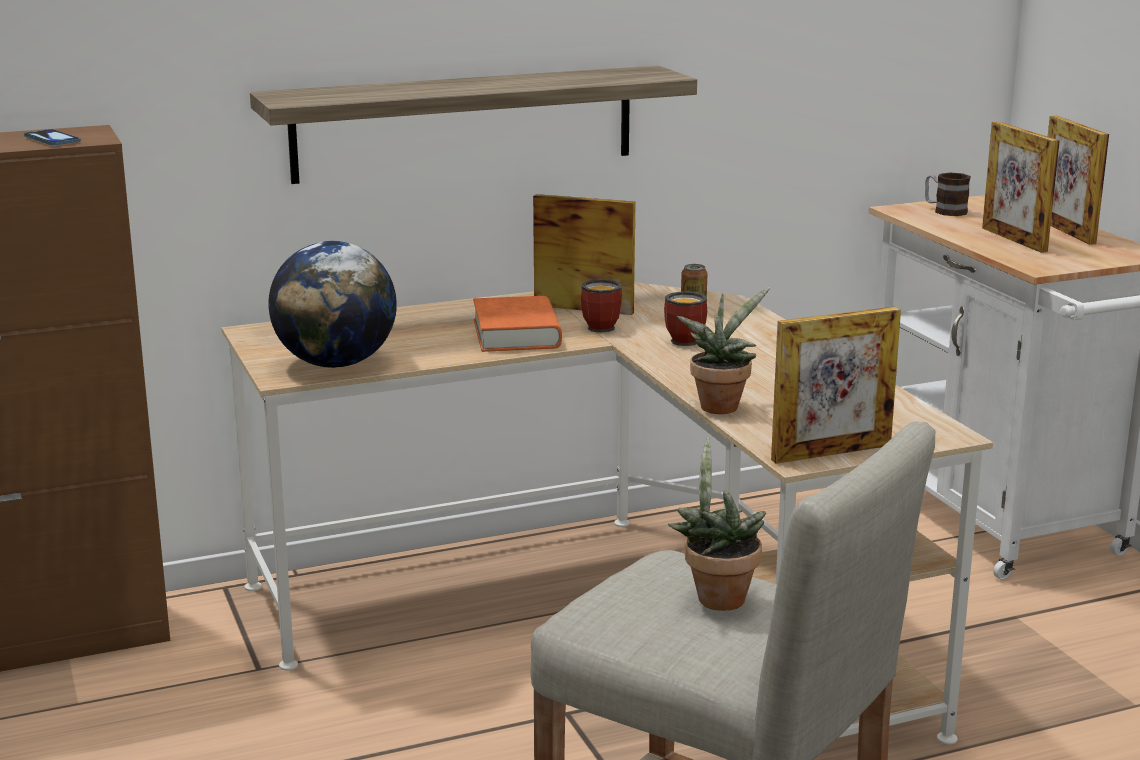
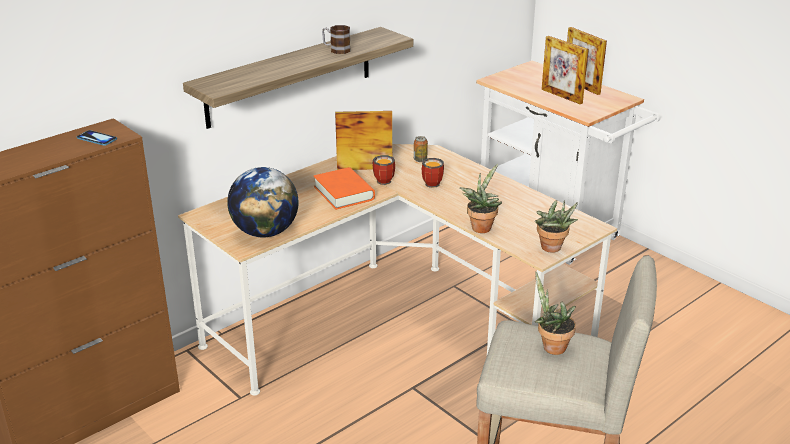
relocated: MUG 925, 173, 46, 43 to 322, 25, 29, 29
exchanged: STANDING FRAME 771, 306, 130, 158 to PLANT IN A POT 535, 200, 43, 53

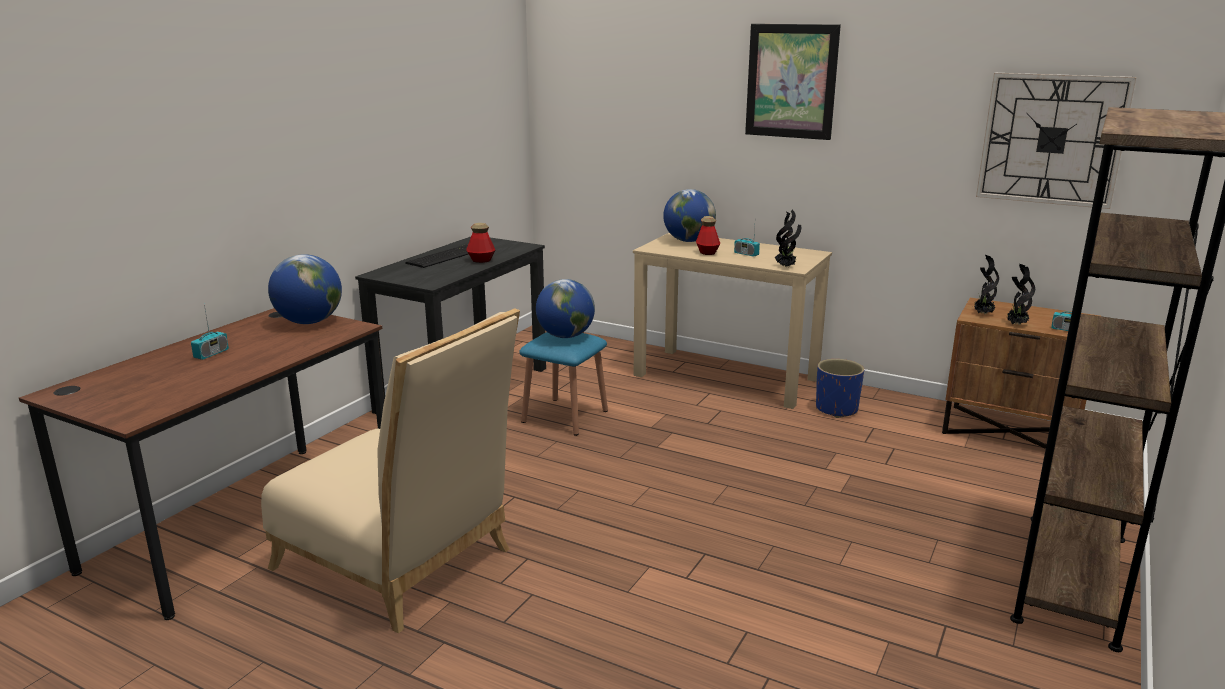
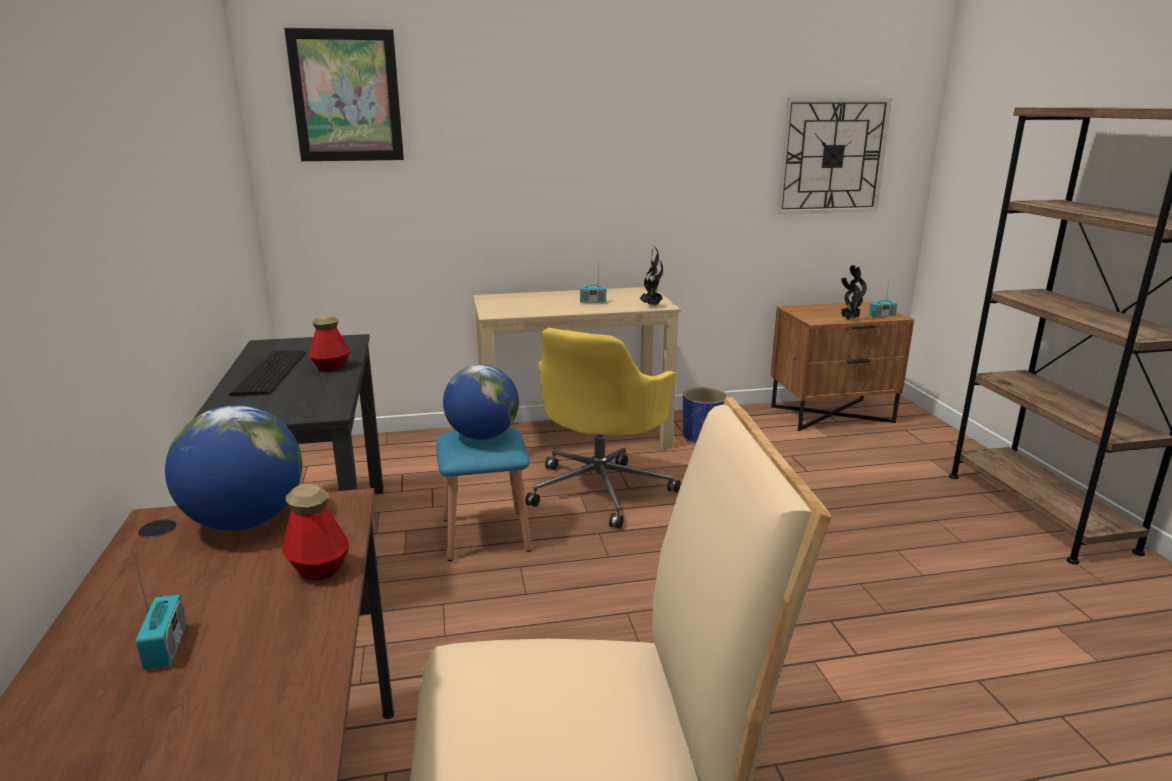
missing: WORLD GLOBE 663, 189, 53, 53; PLANT IN A POT 973, 255, 26, 59
appeared: YELLOW-COLOURED COMPUTER CHAIR 525, 328, 155, 201
relocated: BOTTLE 696, 216, 24, 39 to 282, 484, 67, 96; PICTURE 745, 24, 96, 116 to 284, 28, 120, 133

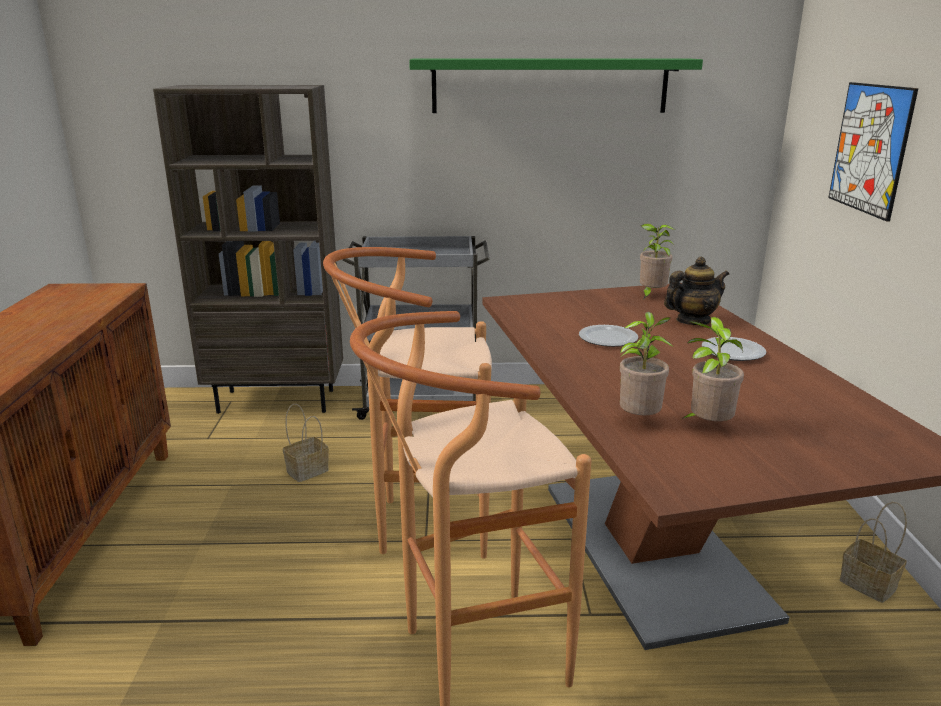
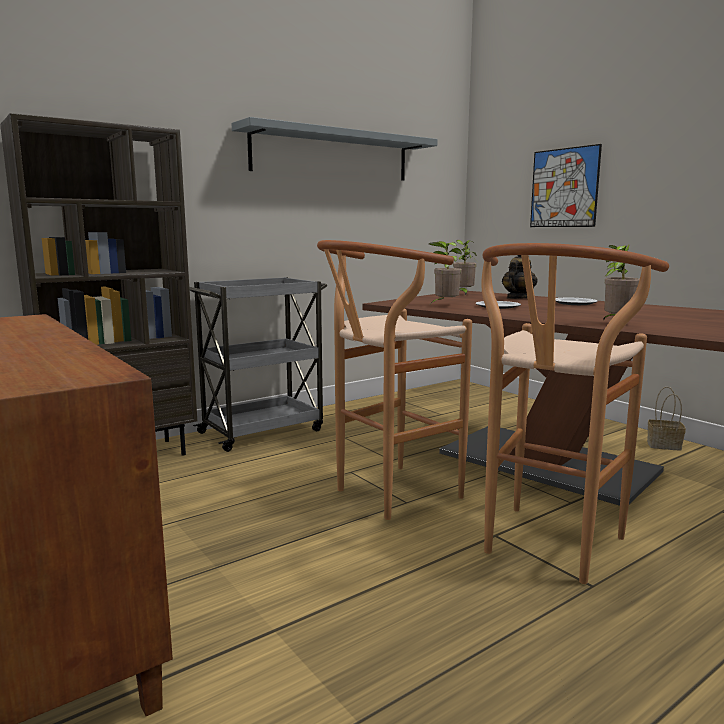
missing: STORAGE BASKET 283, 404, 46, 78
relocated: PLANT IN A POT 682, 317, 62, 104 to 429, 241, 33, 62
colour: GREENISH BRACKET SHELF 409, 58, 294, 55 to GRAY BRACKET SHELF 232, 117, 206, 64

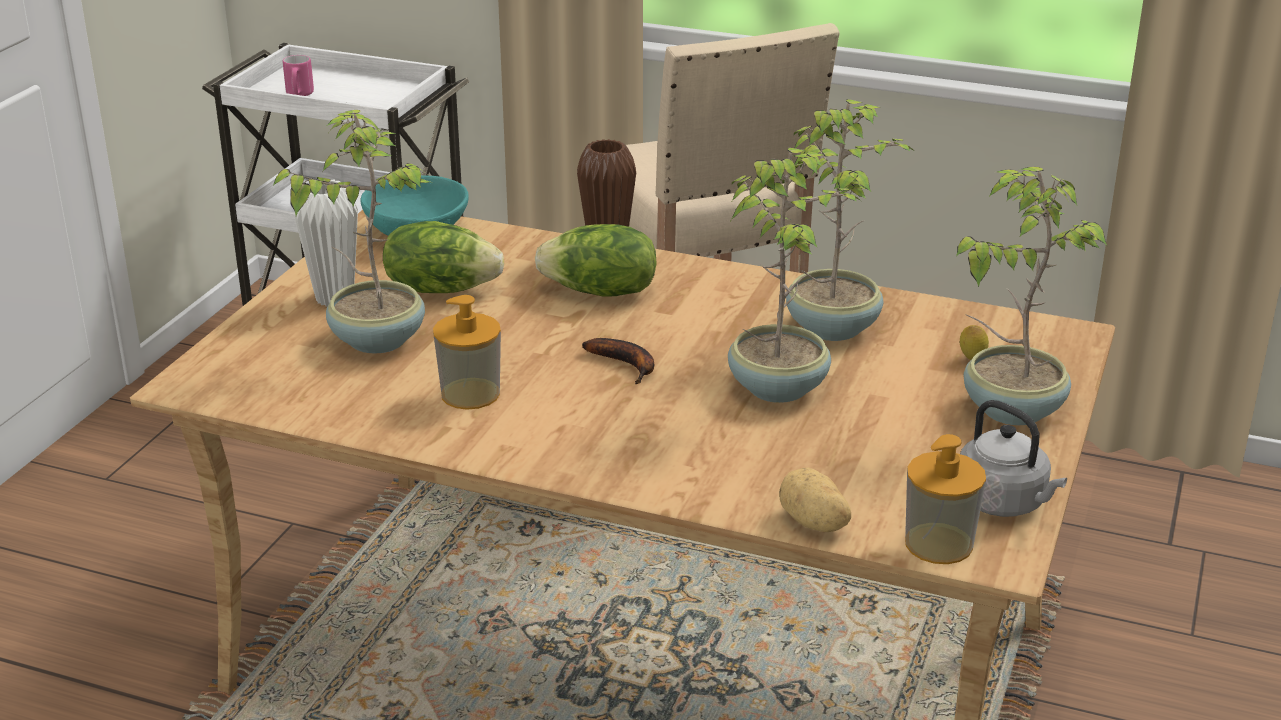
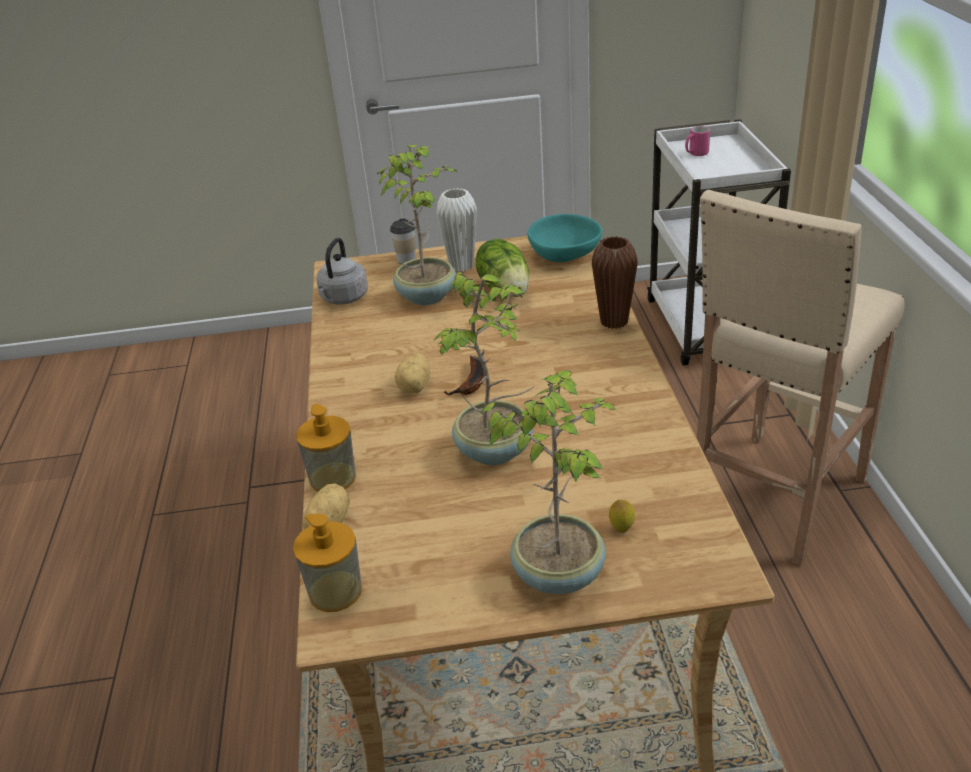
missing: LETTUCE HEAD 535, 224, 122, 73; PLANT IN A POT 786, 99, 128, 242
appeared: SMALL CUP 390, 219, 26, 45; POTATO 395, 352, 35, 41
relocated: SOAP BOTTLE 433, 295, 68, 115 to 296, 404, 60, 88; GRAY TEA KETTLE 960, 400, 107, 117 to 316, 238, 52, 66

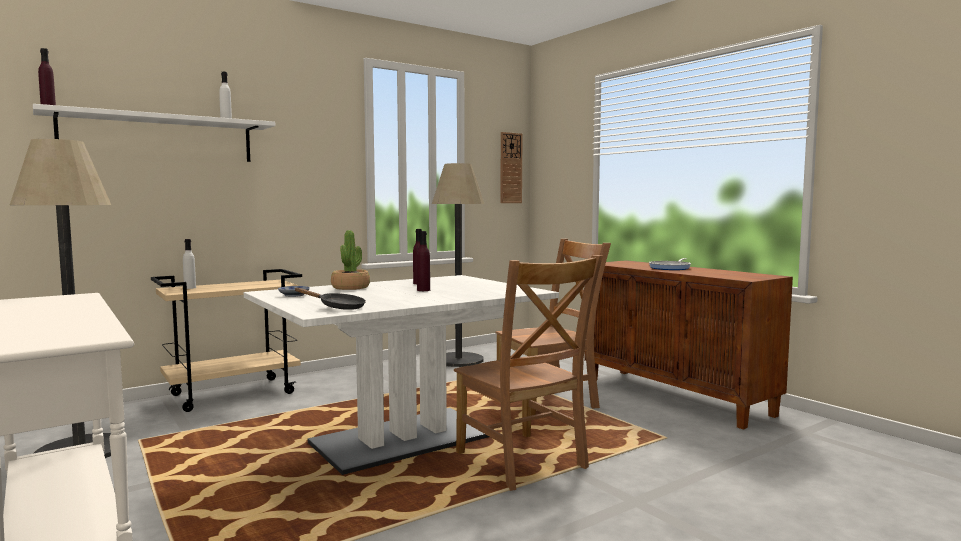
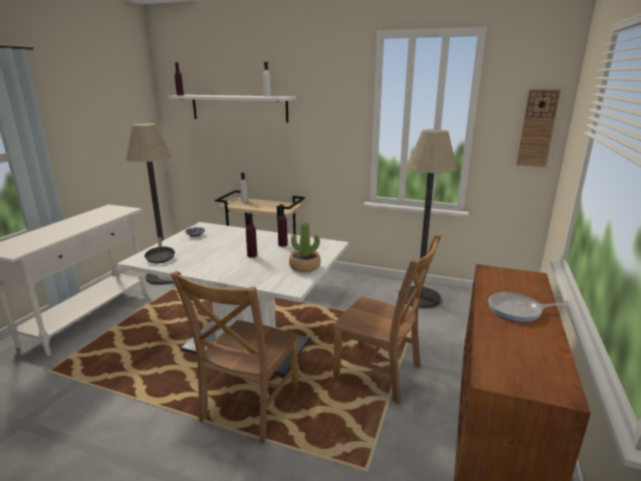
relocated: PLANT IN A POT 331, 230, 39, 60 to 289, 222, 32, 50

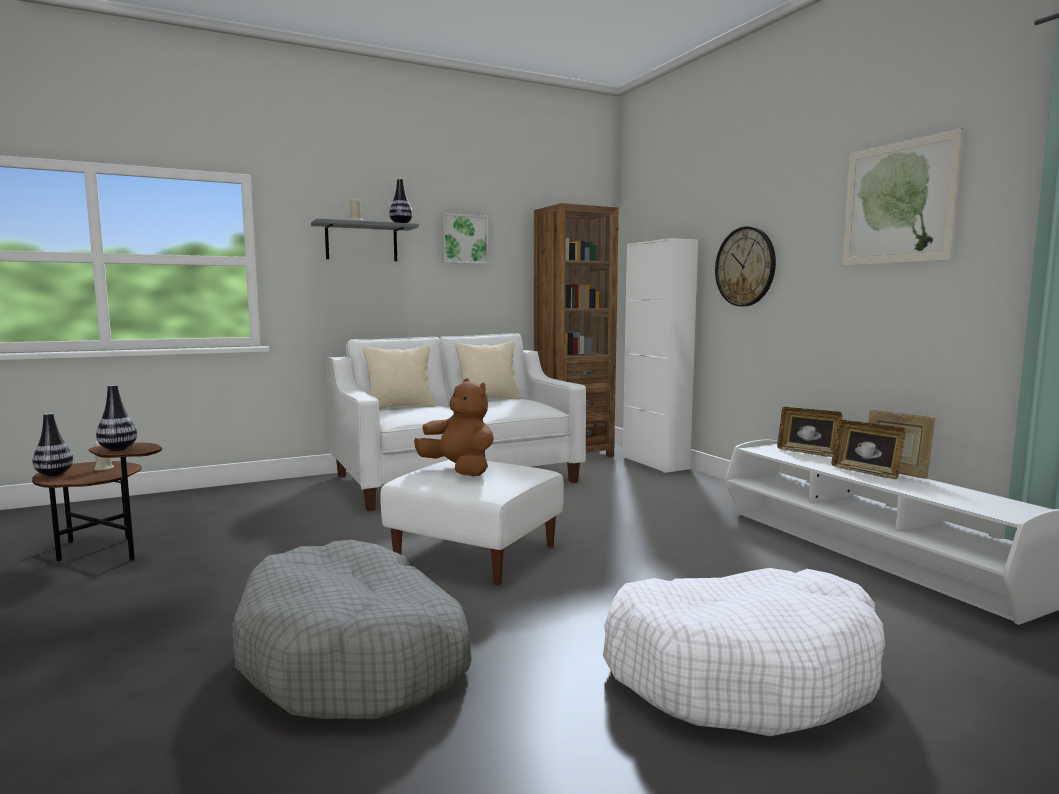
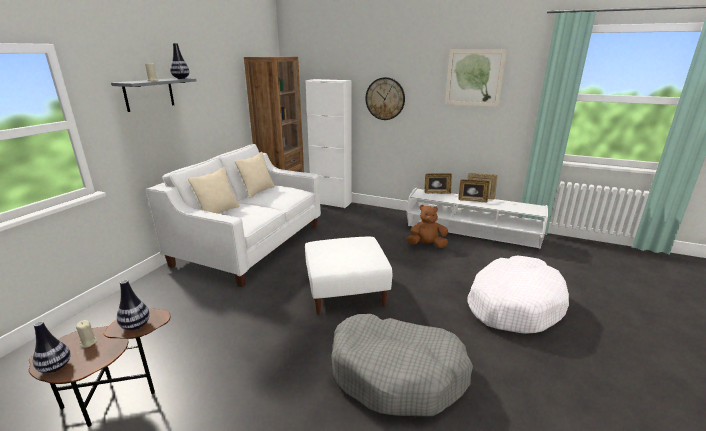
missing: PICTURE 441, 213, 48, 51
relocated: BROWN SOFT TOY 414, 378, 80, 98 to 406, 205, 42, 43

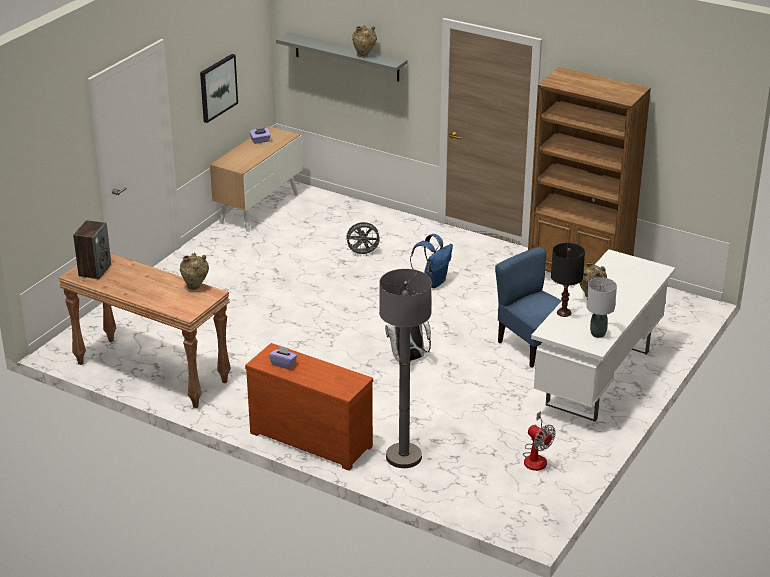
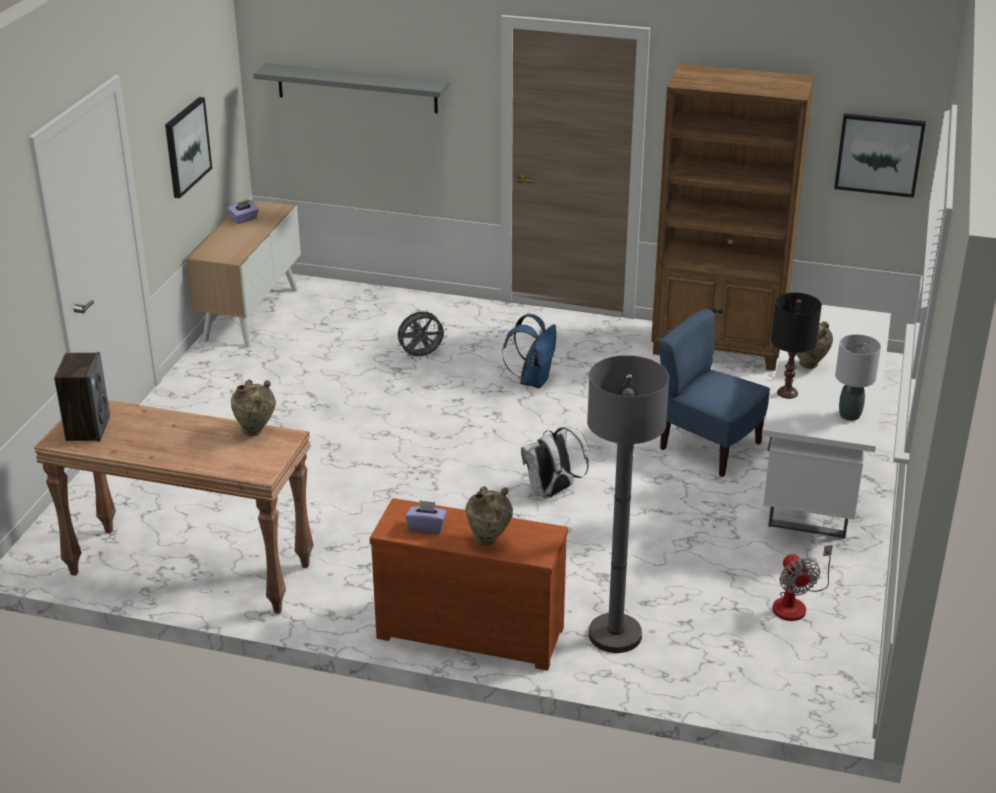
appeared: PICTURE 834, 113, 92, 85
relocated: BEIGE DECORATIVE VASE 352, 25, 25, 32 to 466, 486, 47, 60
spun: FAN 523, 411, 33, 60 = 773, 545, 60, 76 45 degrees clockwise

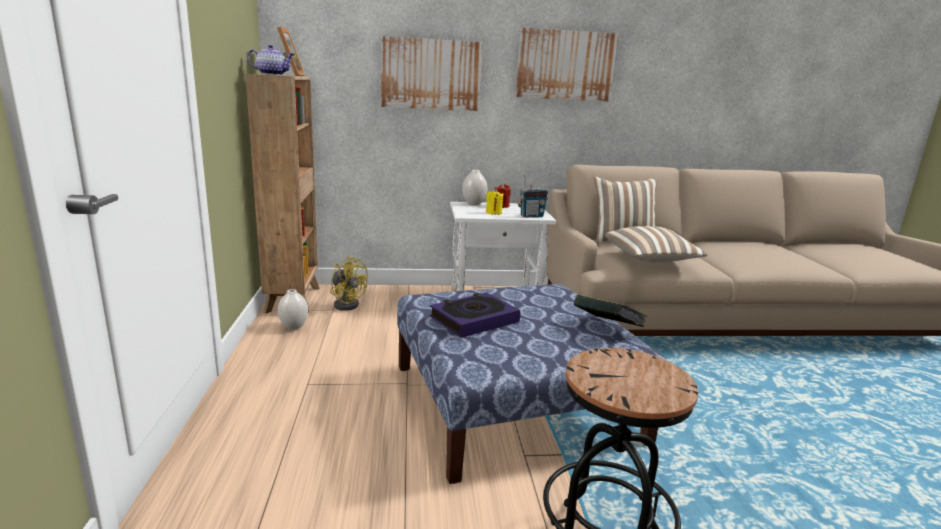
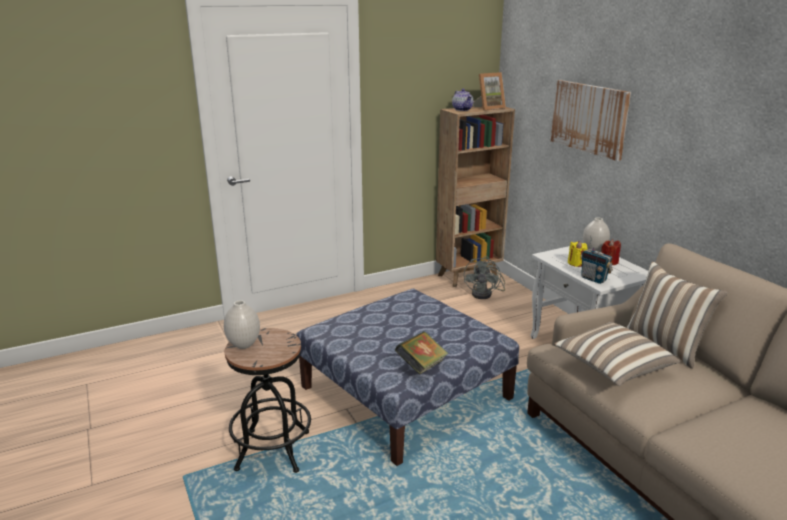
missing: BOUND BOOK 430, 293, 90, 45; PICTURE 516, 27, 102, 75
relocated: WHITE DECORATIVE VASE 278, 289, 30, 41 to 224, 300, 36, 49
colour: YELLOW-COLOURED FAN 330, 256, 38, 55 to GRAY FAN 464, 256, 41, 43

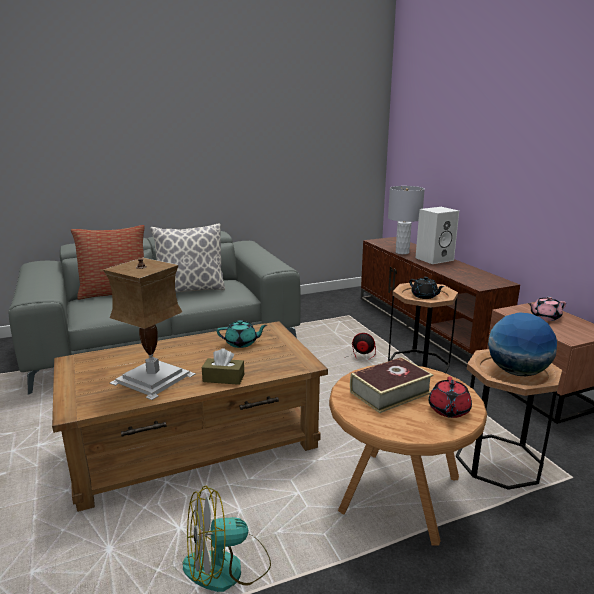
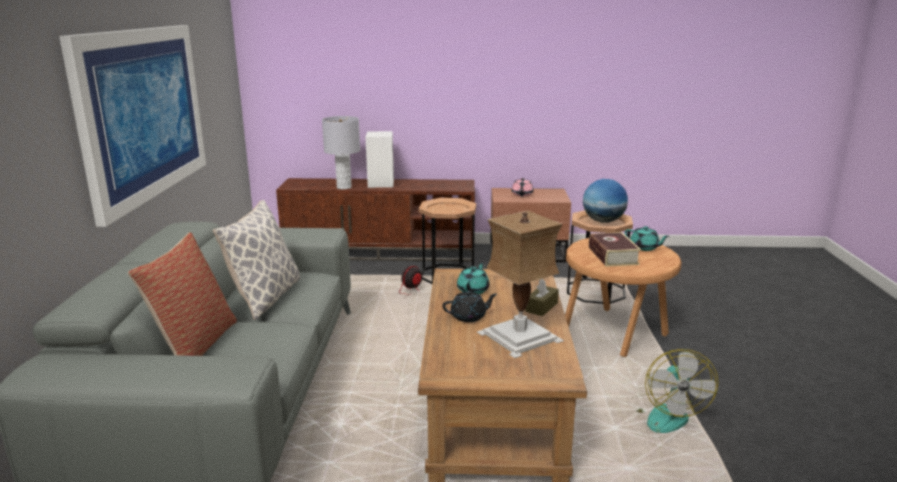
appeared: PICTURE 59, 25, 147, 202
relocated: BLACKISH TEA POT 409, 277, 36, 22 to 442, 291, 55, 31
colour: RED-COLOURED TEA POT 429, 377, 43, 41 to TURQUOISE TEA POT 625, 226, 45, 25

